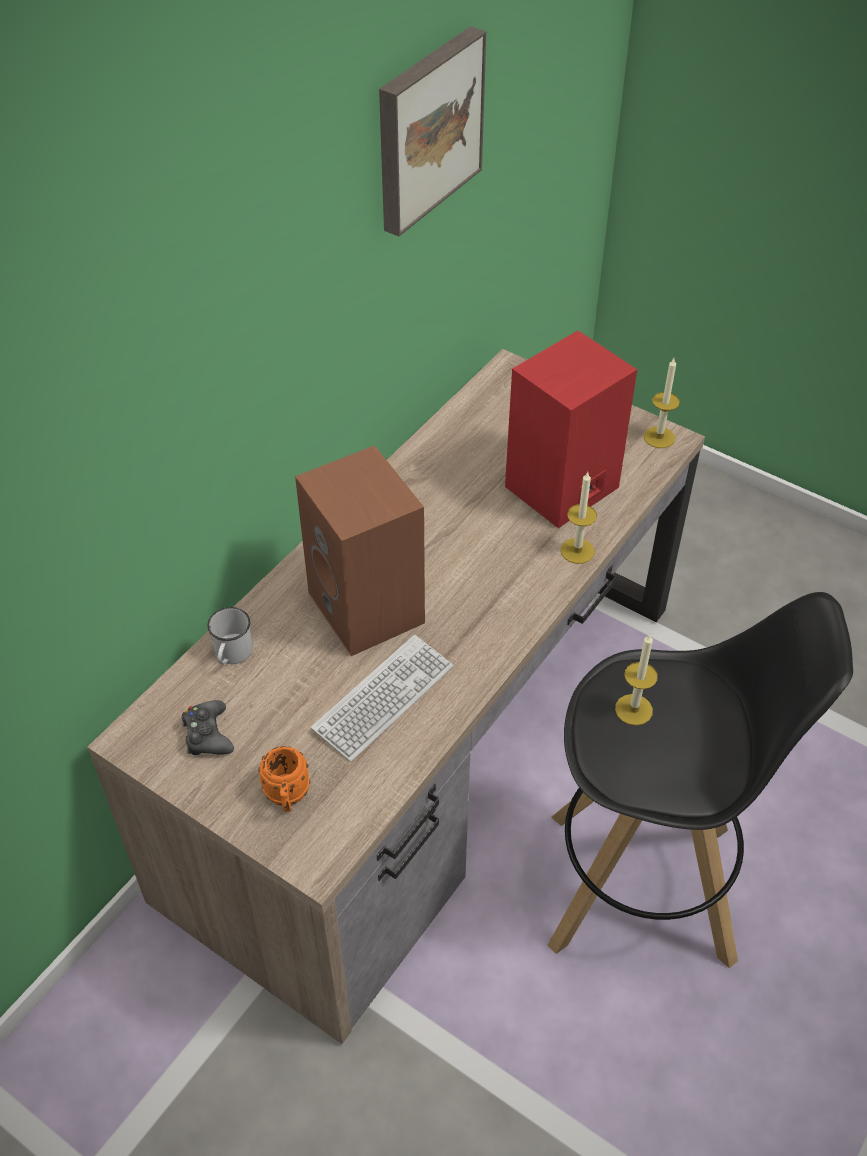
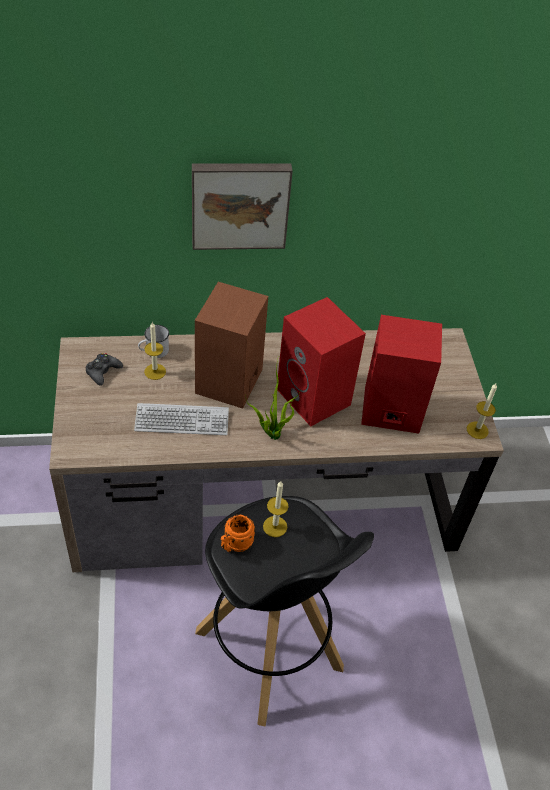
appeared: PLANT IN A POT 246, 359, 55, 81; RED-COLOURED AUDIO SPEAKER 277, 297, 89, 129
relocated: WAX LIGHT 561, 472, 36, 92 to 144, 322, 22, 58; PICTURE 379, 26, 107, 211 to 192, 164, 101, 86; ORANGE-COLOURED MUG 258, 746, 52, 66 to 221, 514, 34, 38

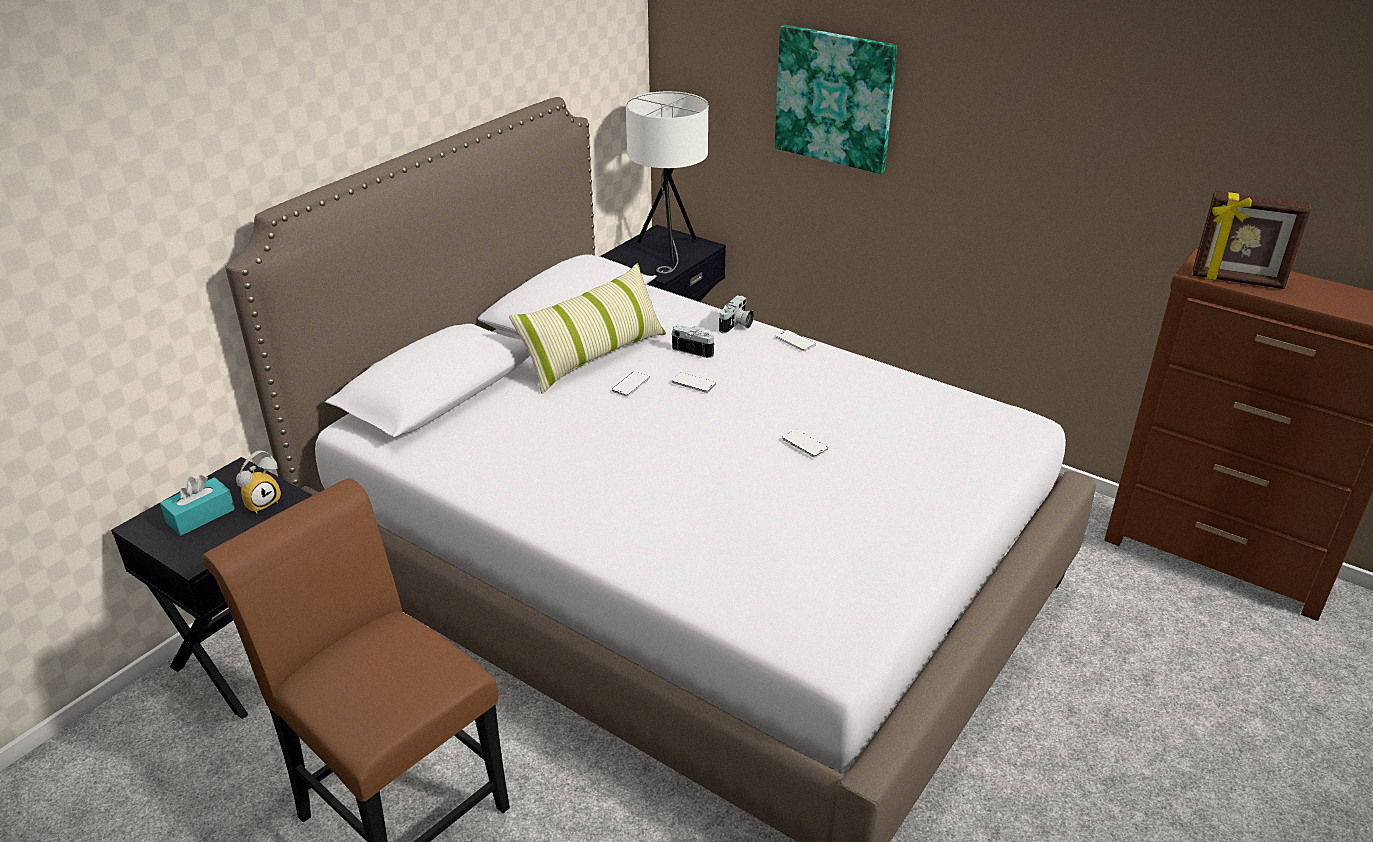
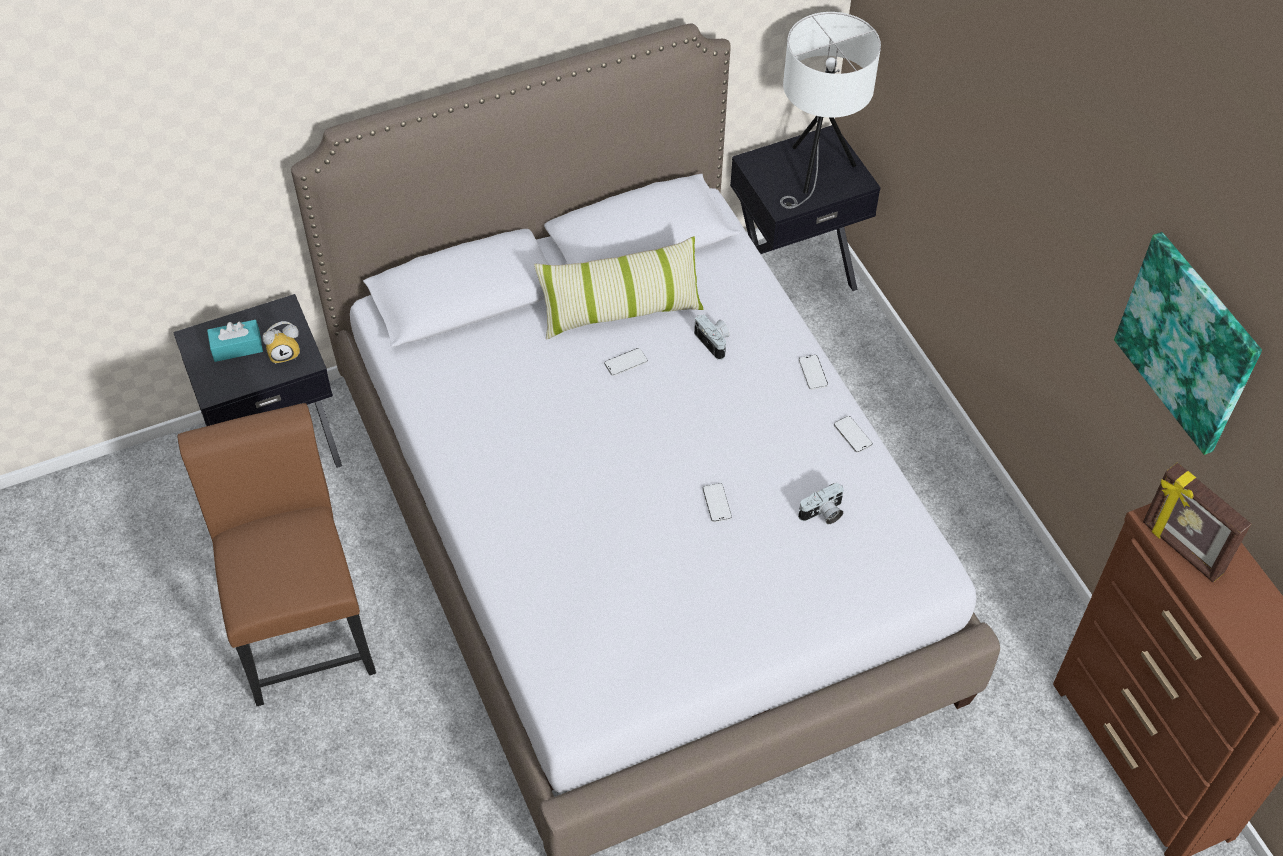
relocated: STILL CAMERA 719, 295, 35, 38 to 798, 483, 46, 41; TELEPHONE 672, 372, 44, 21 to 834, 416, 38, 37; PICTURE 775, 25, 123, 149 to 1114, 232, 148, 223

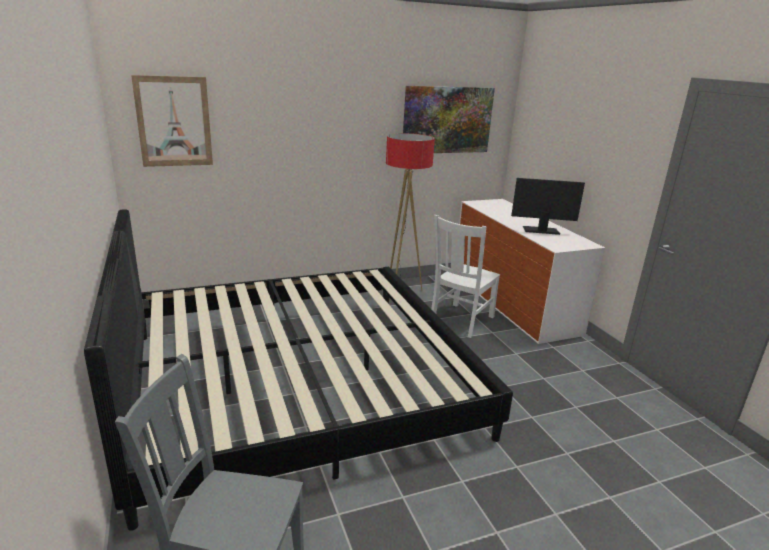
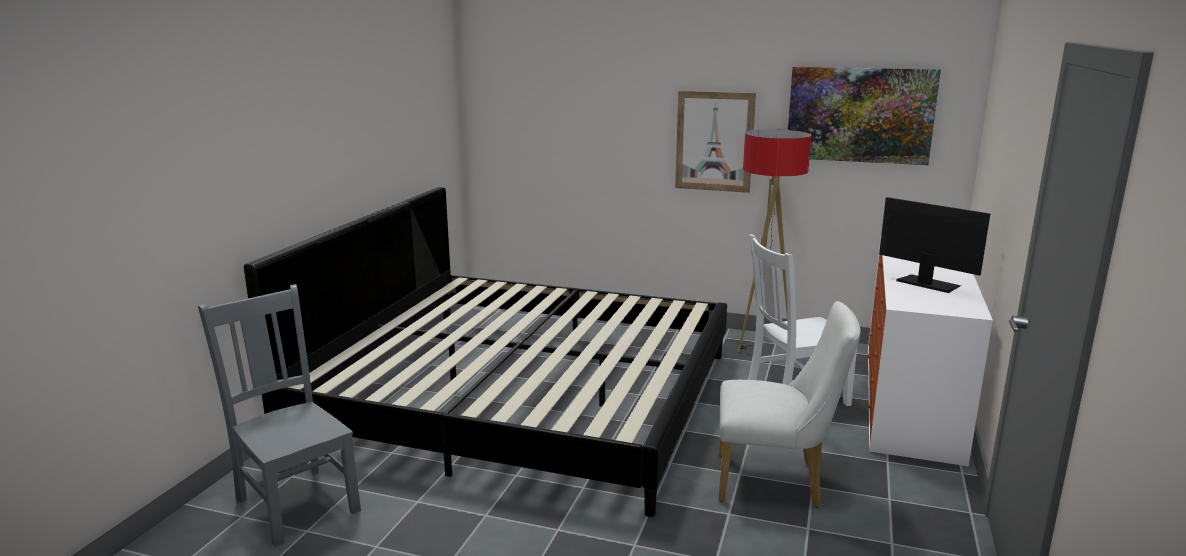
appeared: WHITE CHAIR 718, 301, 142, 207
relocated: PICTURE 131, 75, 82, 92 to 675, 91, 81, 102

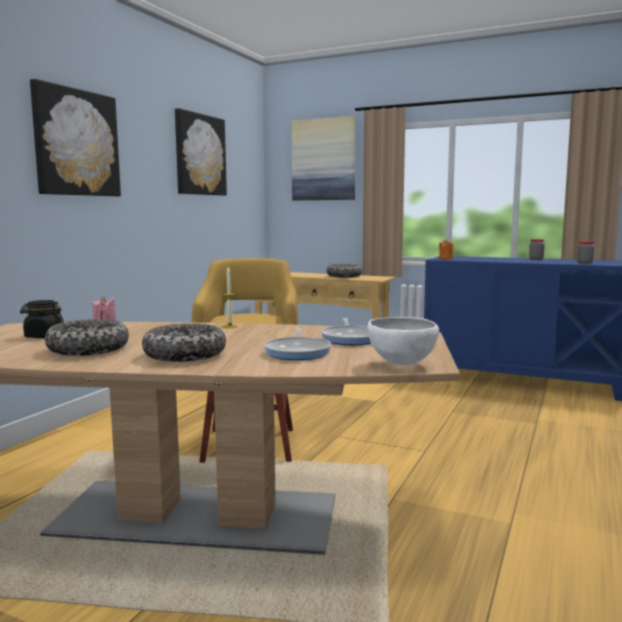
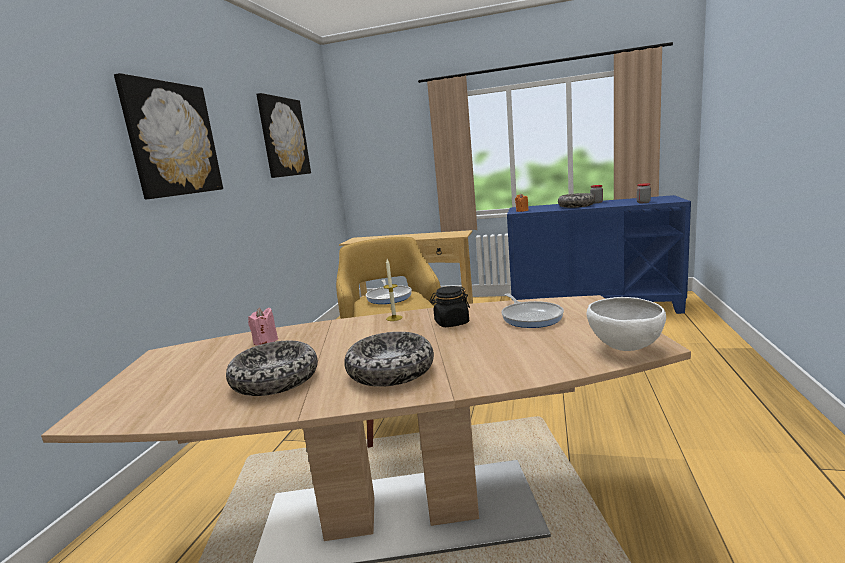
missing: PICTURE 291, 116, 65, 85
relocated: FRYING PAN 264, 328, 67, 32 to 366, 280, 46, 24; BLACKISH STORAGE JAR 20, 300, 44, 38 to 430, 286, 40, 41; BOWL 327, 264, 35, 14 to 558, 193, 37, 15

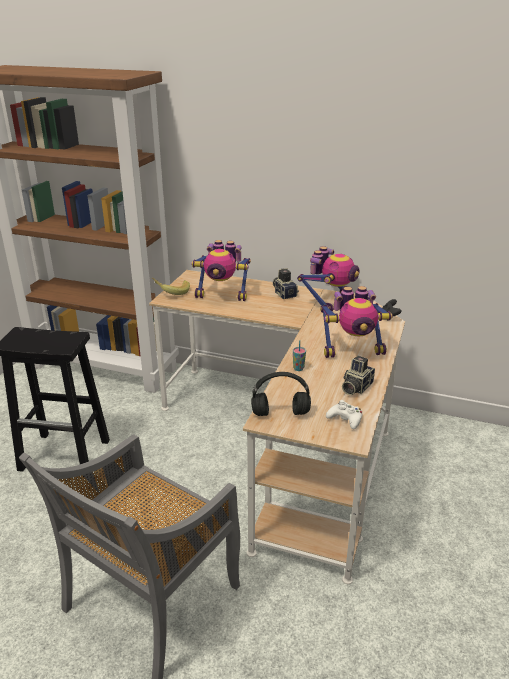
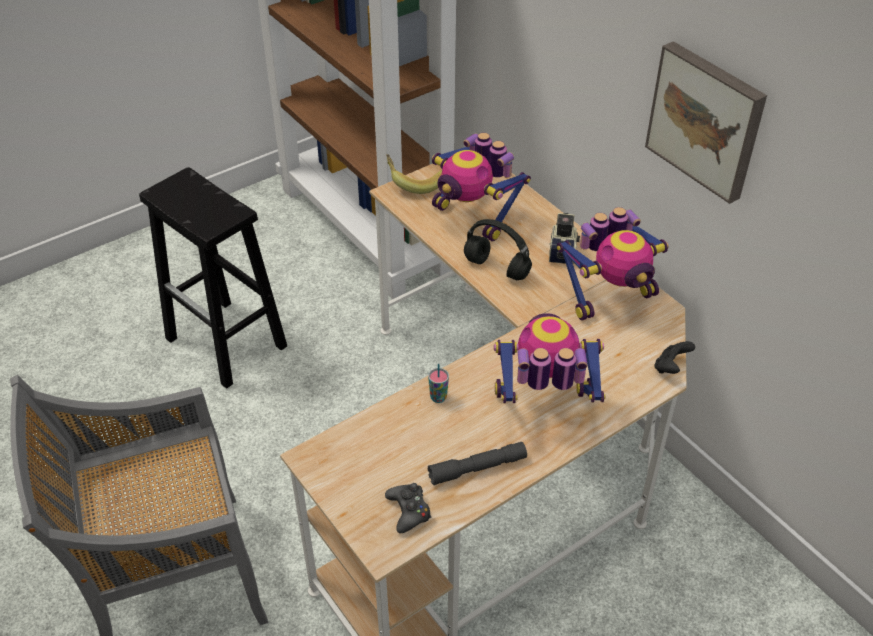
appeared: PICTURE 645, 41, 122, 163
relocated: BLACKISH HEADPHONES 251, 372, 60, 44 to 464, 219, 68, 61
exchanged: STILL CAMERA 342, 356, 33, 39 to GRAY TORCH 428, 442, 99, 43
colour: WHITE GAMEPAD 326, 400, 36, 29 to BLACKISH GAMEPAD 385, 483, 46, 50
spun: ROBOT FIGURE 320, 286, 73, 72 = 494, 313, 112, 90 150 degrees clockwise

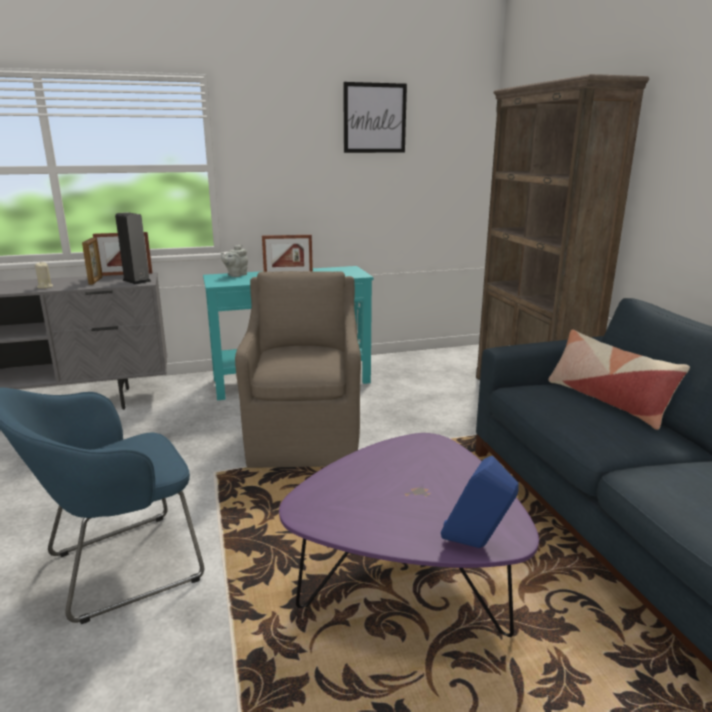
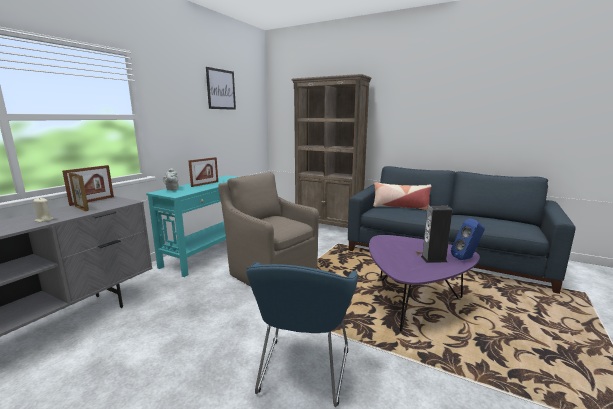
relocated: AUDIO SPEAKER 115, 212, 37, 73 to 421, 206, 31, 57

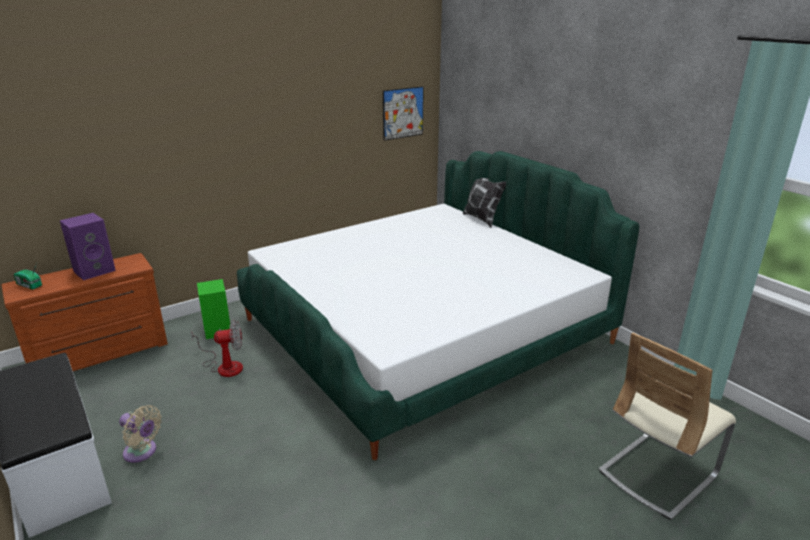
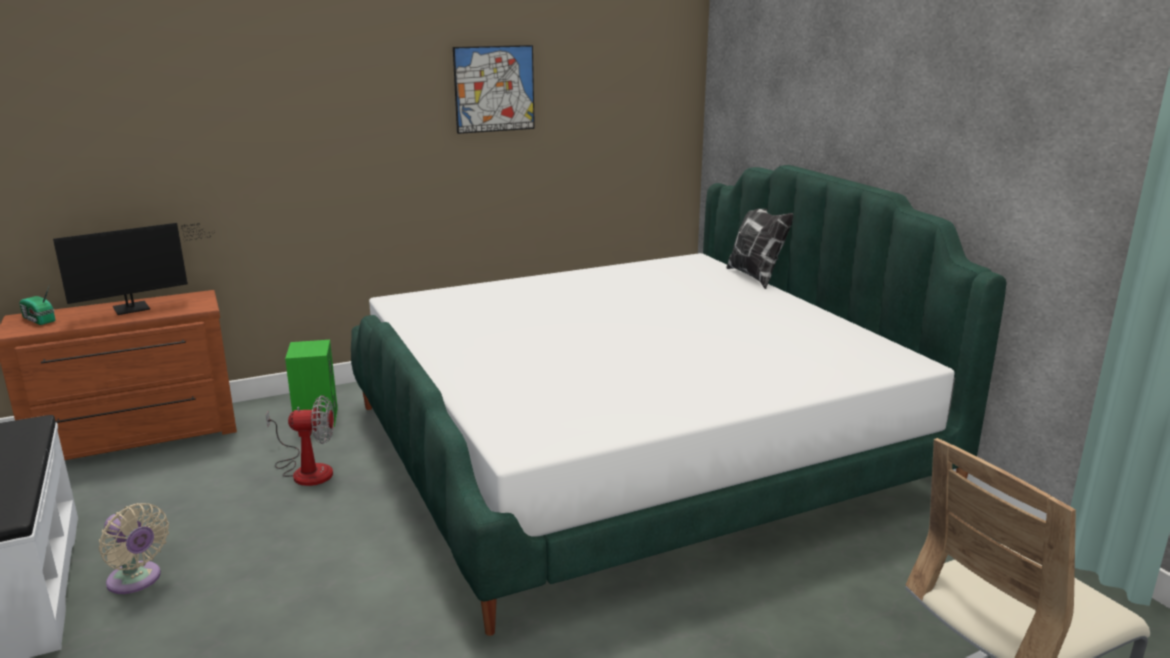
relocated: PICTURE 383, 86, 41, 55 to 453, 45, 82, 89
exchanged: PURPLE-COLOURED AUDIO SPEAKER 60, 213, 56, 67 to COMPUTER SCREEN 53, 223, 161, 92

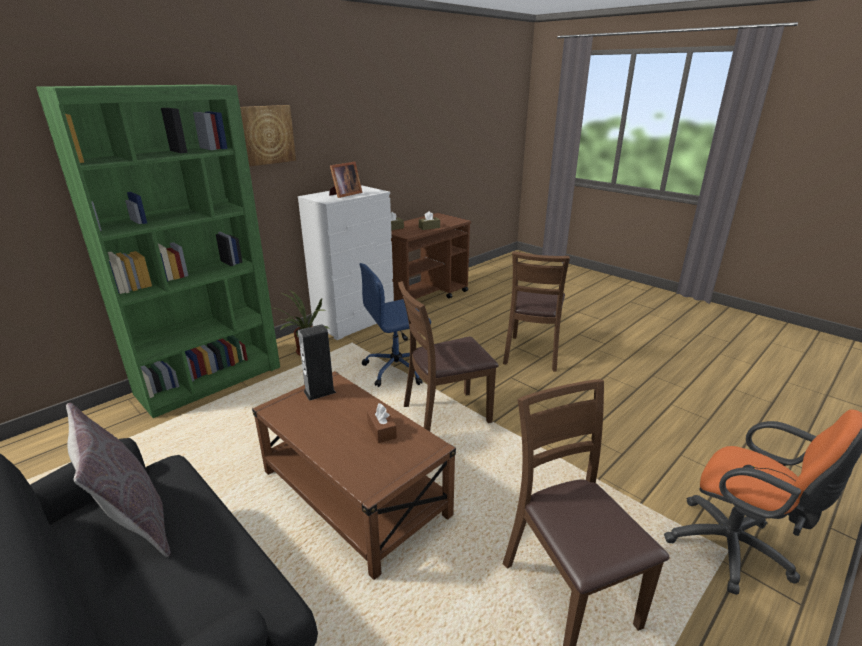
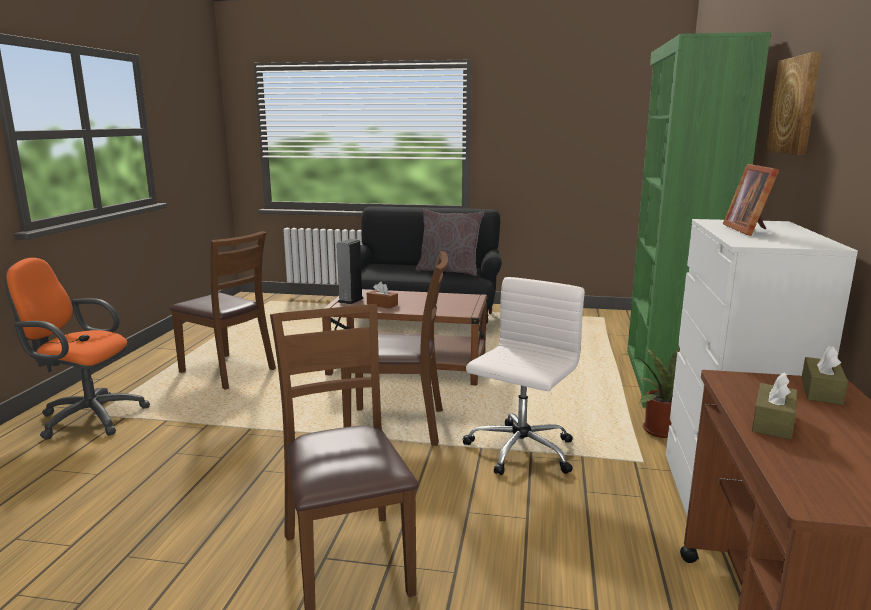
relocated: AUDIO SPEAKER 298, 324, 38, 77 to 337, 239, 27, 65
colour: BLUE COMPUTER CHAIR 360, 263, 71, 124 to WHITE COMPUTER CHAIR 463, 277, 122, 198
spun: BROWN CHAIR 398, 281, 101, 150 = 341, 251, 107, 195 60 degrees clockwise

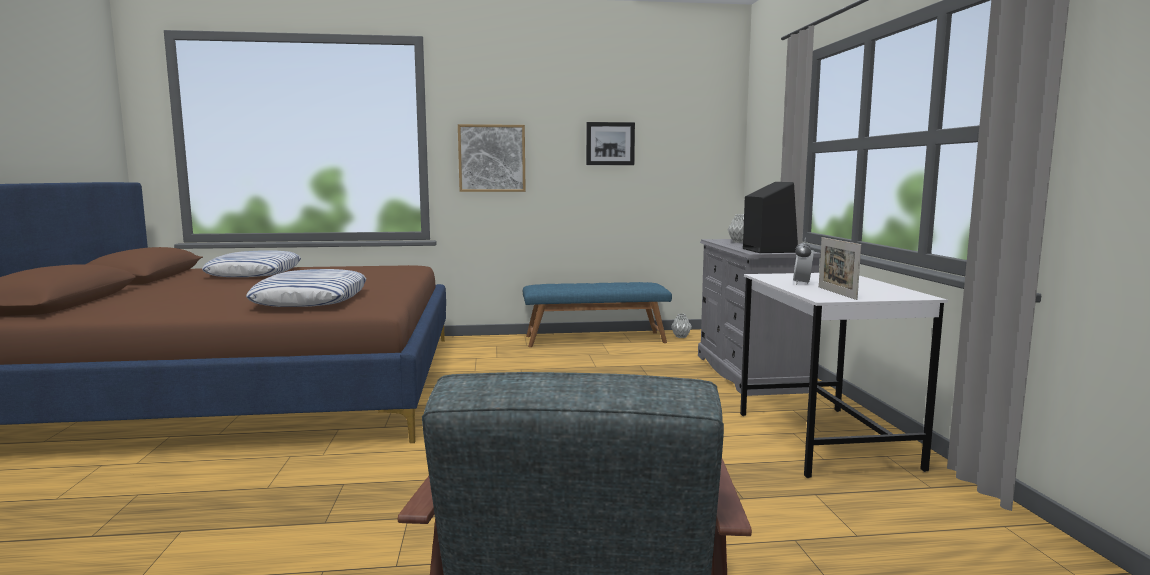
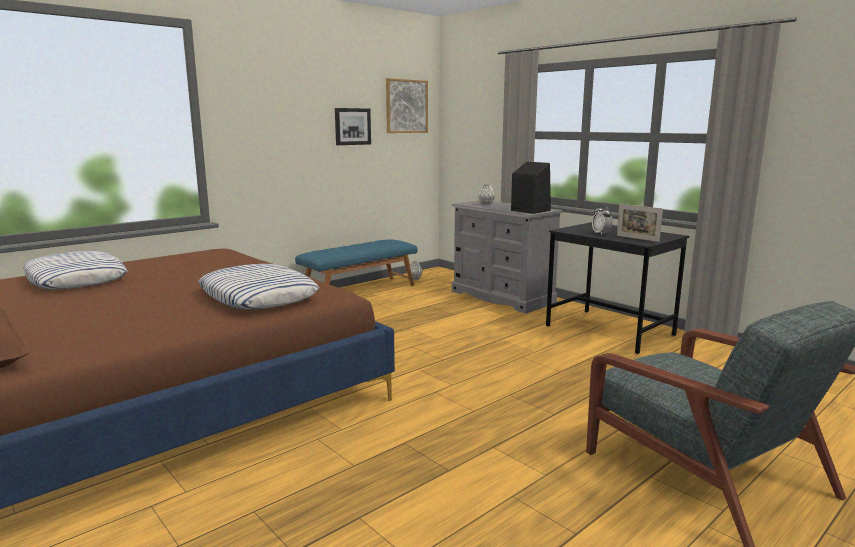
relocated: PICTURE 458, 124, 68, 68 to 386, 78, 42, 55
colour: WHITE DESK UNIT 740, 273, 208, 205 to BLACKISH DESK UNIT 546, 222, 143, 132

